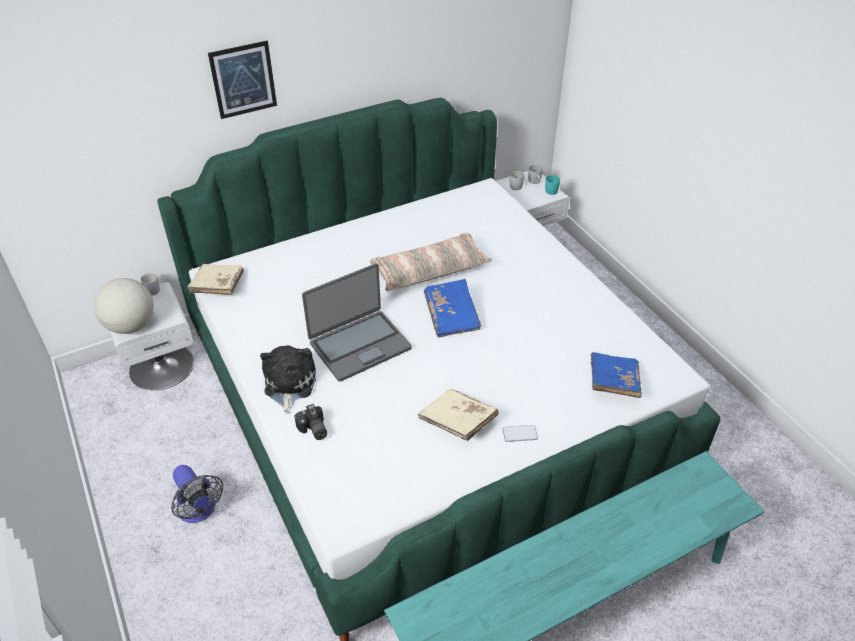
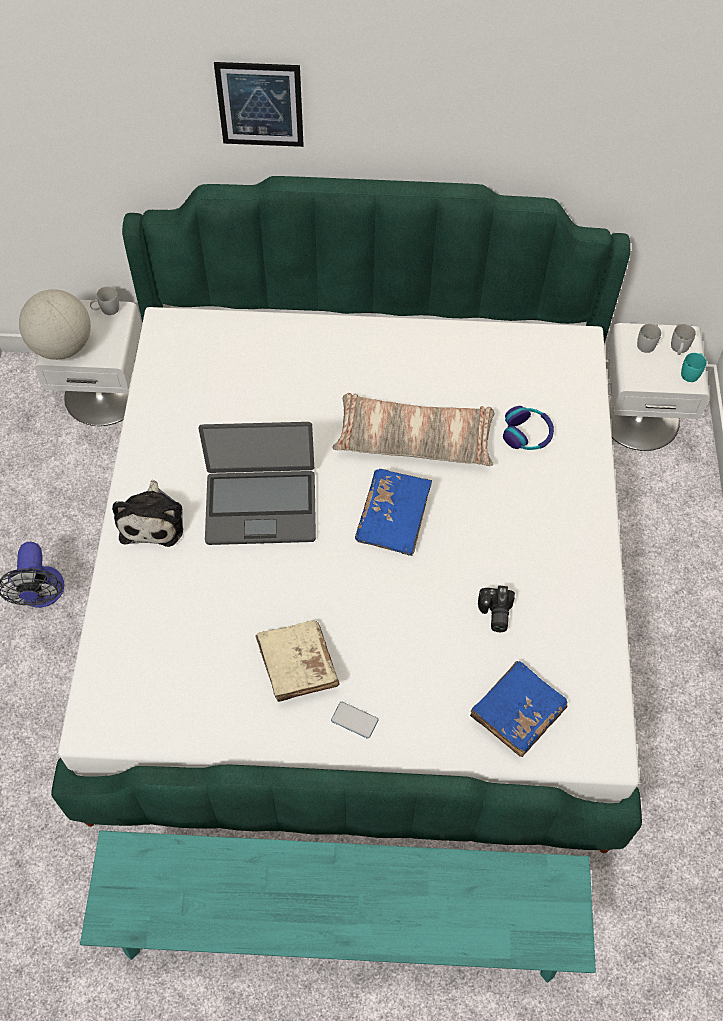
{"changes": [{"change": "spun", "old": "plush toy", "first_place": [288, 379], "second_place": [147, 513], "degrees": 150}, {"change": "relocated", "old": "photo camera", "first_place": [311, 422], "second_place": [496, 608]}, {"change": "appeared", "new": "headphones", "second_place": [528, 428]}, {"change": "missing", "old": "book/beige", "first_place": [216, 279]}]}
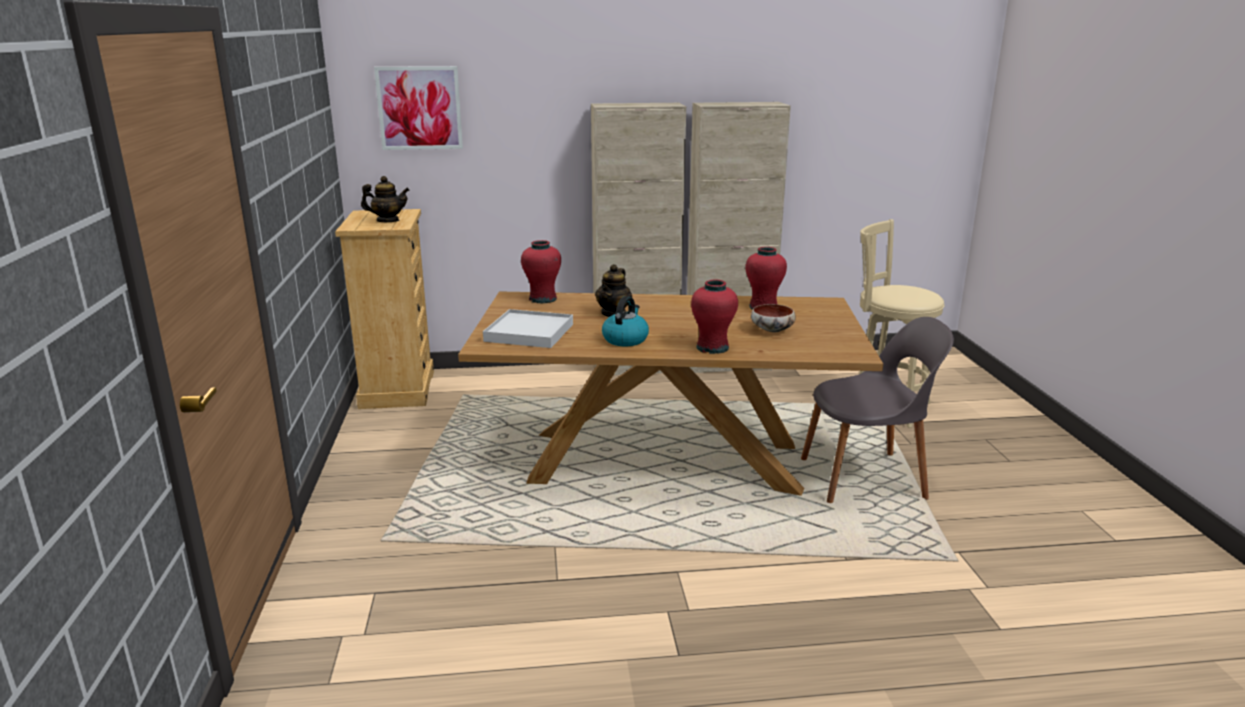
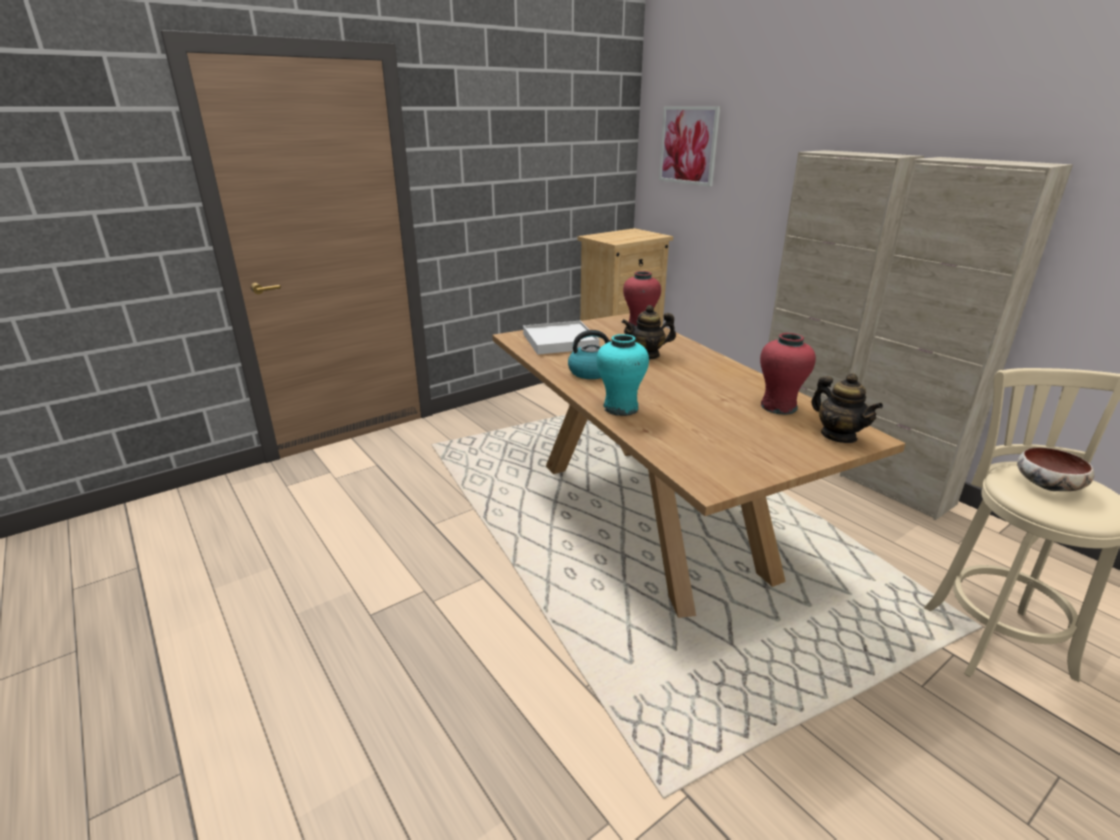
{"changes": [{"change": "colour", "old": "vase/red", "new": "vase/turquoise", "first_place": [714, 317], "second_place": [622, 375]}, {"change": "relocated", "old": "teapot", "first_place": [385, 199], "second_place": [847, 408]}, {"change": "relocated", "old": "bowl", "first_place": [773, 318], "second_place": [1055, 469]}, {"change": "missing", "old": "chair/grey", "first_place": [877, 410]}]}
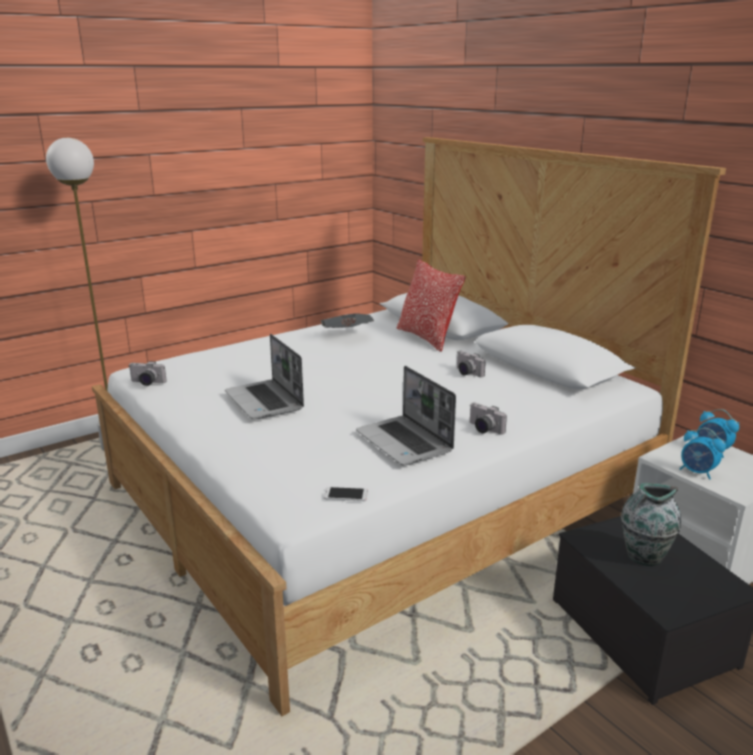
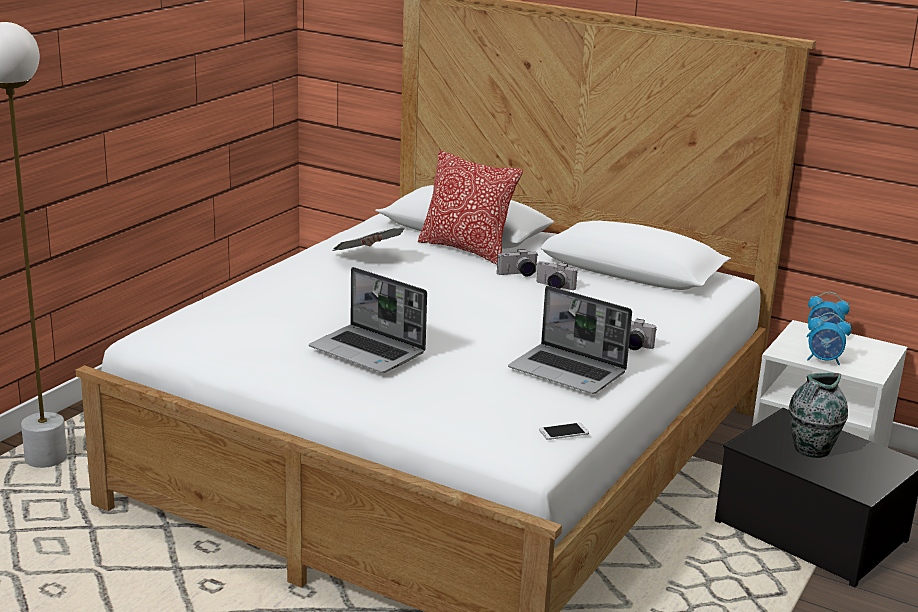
{"changes": [{"change": "relocated", "old": "photo camera", "first_place": [148, 373], "second_place": [517, 263]}]}
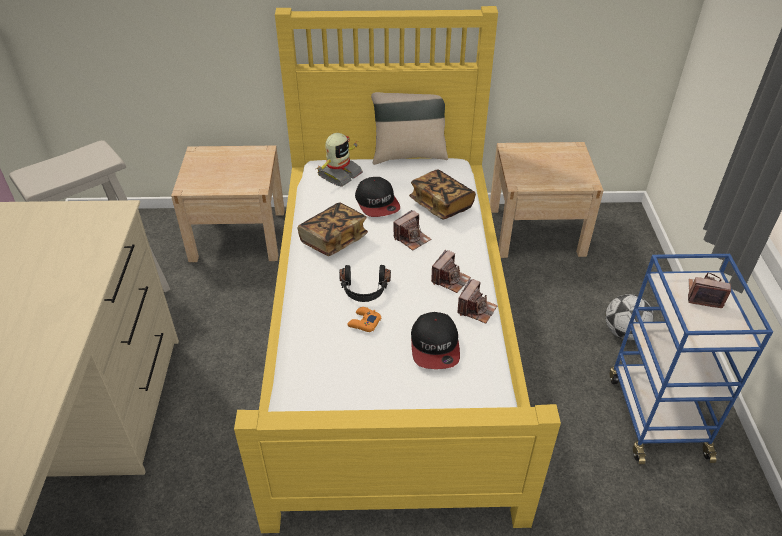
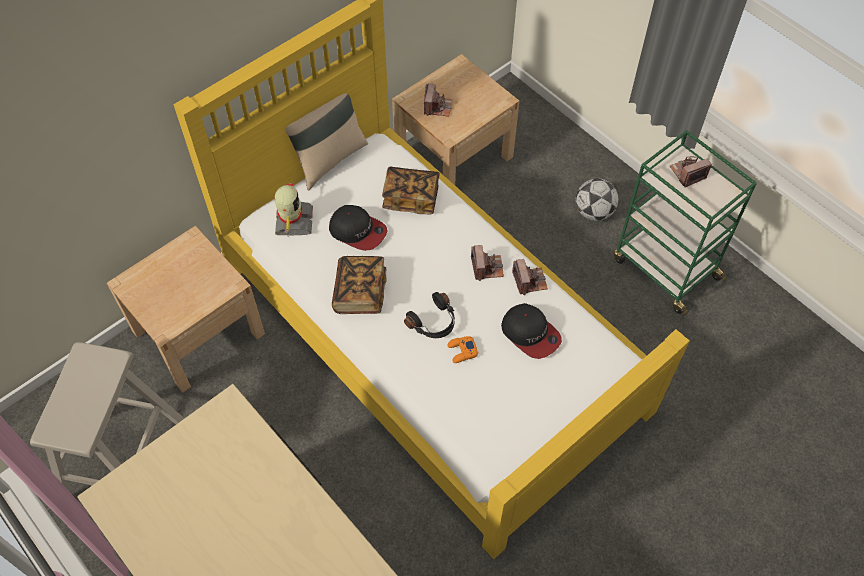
{"changes": [{"change": "relocated", "old": "photo camera", "first_place": [412, 230], "second_place": [438, 100]}, {"change": "colour", "old": "cart/blue", "new": "cart/green", "first_place": [691, 359], "second_place": [685, 223]}]}
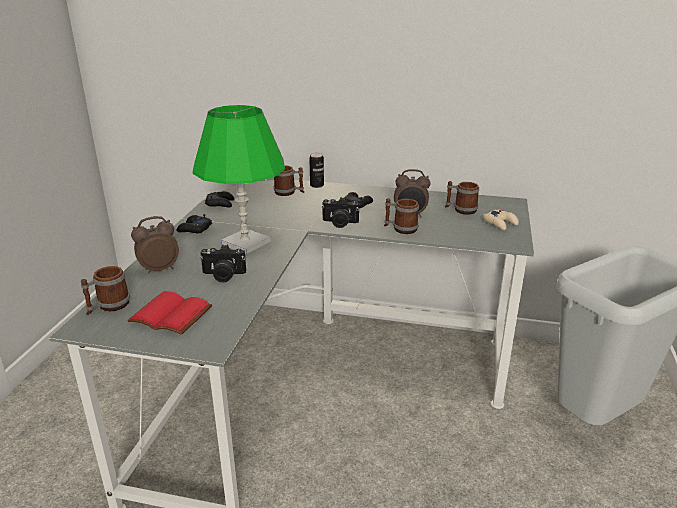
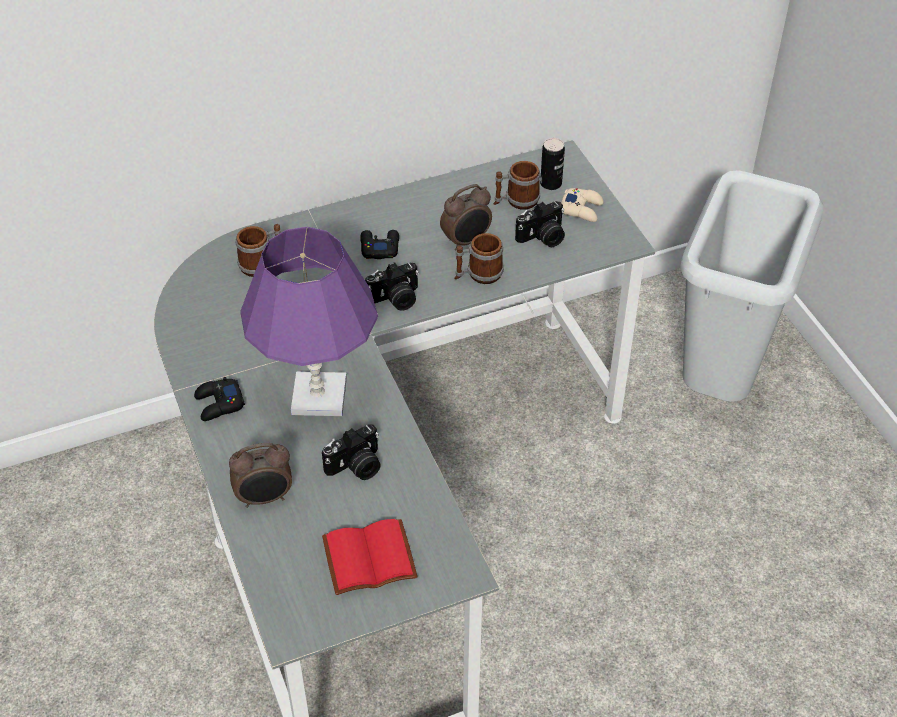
{"changes": [{"change": "spun", "old": "alarm clock", "first_place": [155, 245], "second_place": [260, 475], "degrees": -135}, {"change": "colour", "old": "table lamp/green", "new": "table lamp/purple", "first_place": [239, 179], "second_place": [309, 321]}, {"change": "appeared", "new": "photo camera", "second_place": [540, 224]}, {"change": "relocated", "old": "can", "first_place": [316, 170], "second_place": [552, 164]}, {"change": "missing", "old": "mug", "first_place": [105, 290]}, {"change": "missing", "old": "game controller/black", "first_place": [219, 199]}]}
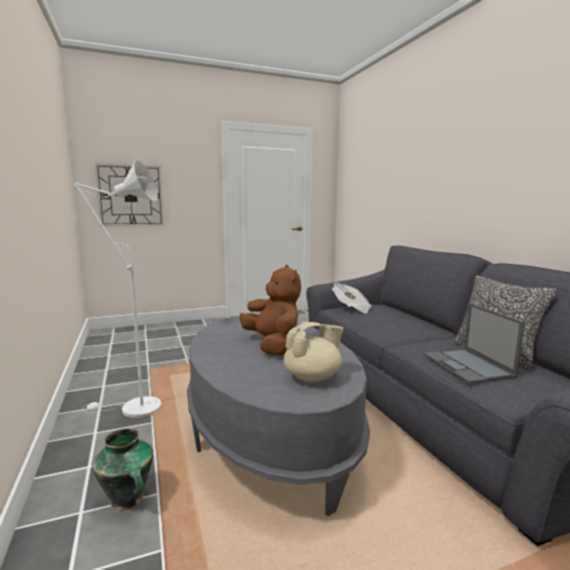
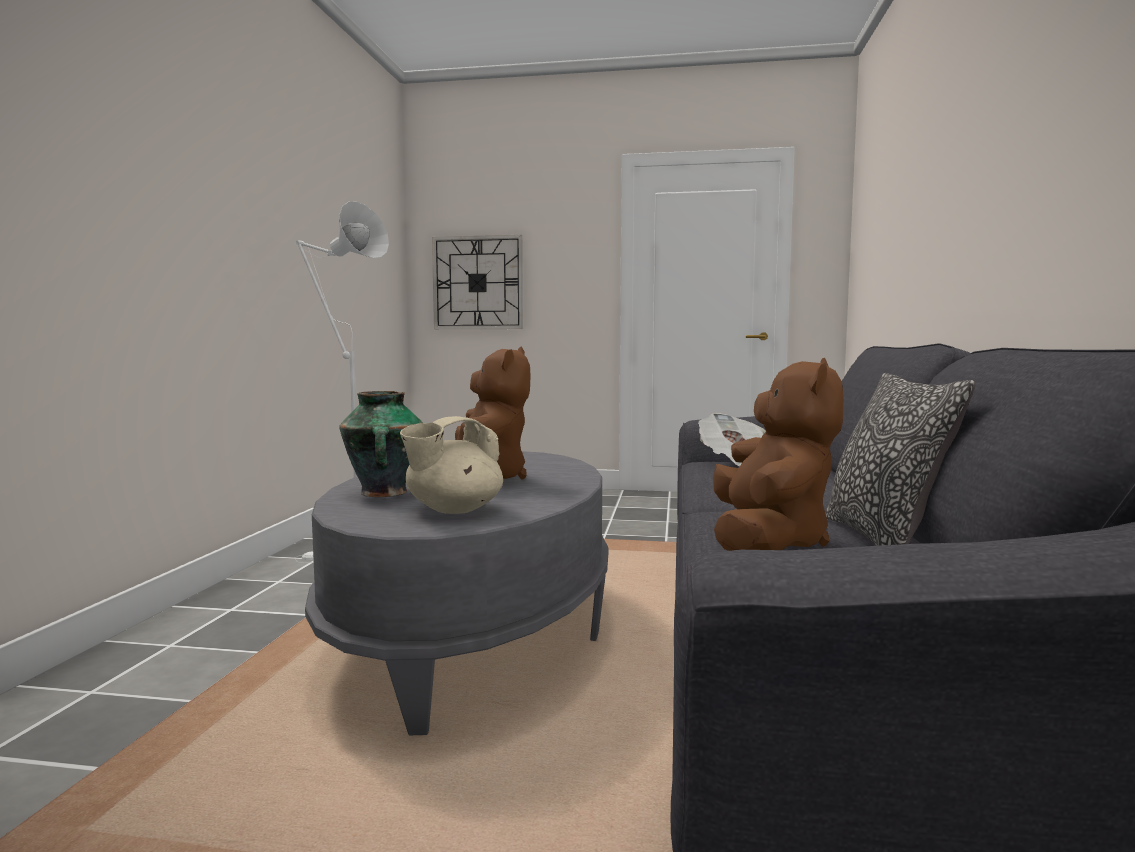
{"changes": [{"change": "relocated", "old": "vase", "first_place": [122, 469], "second_place": [381, 444]}, {"change": "spun", "old": "teapot/beige", "first_place": [313, 352], "second_place": [451, 465], "degrees": 135}, {"change": "exchanged", "old": "laptop", "new": "plush toy/brown", "first_place": [474, 343], "second_place": [778, 454]}]}
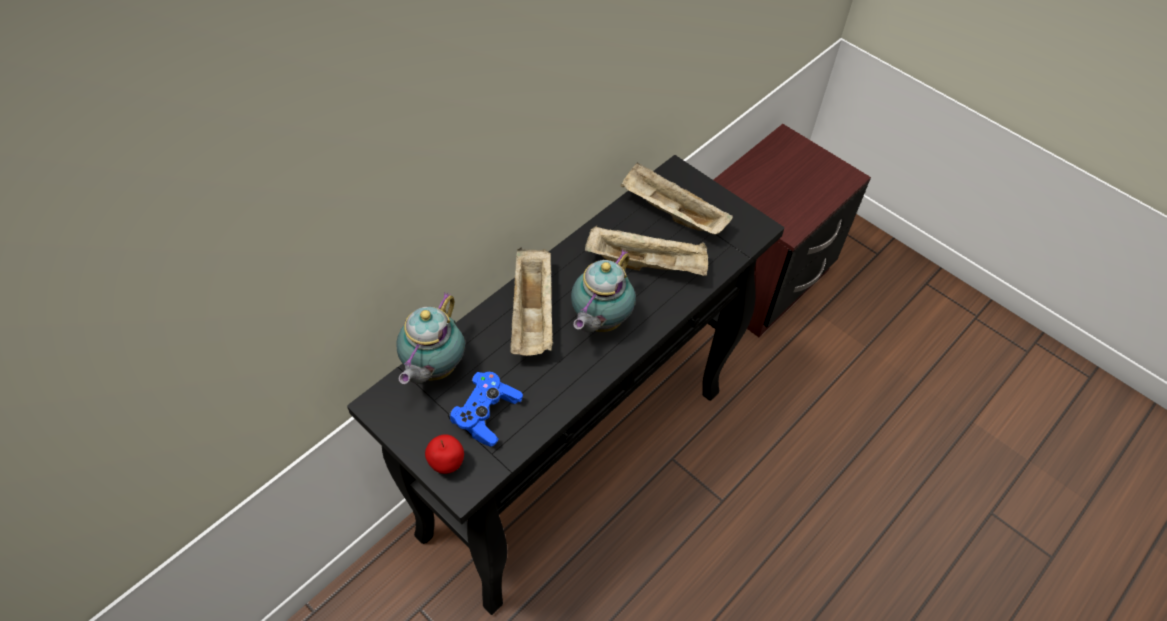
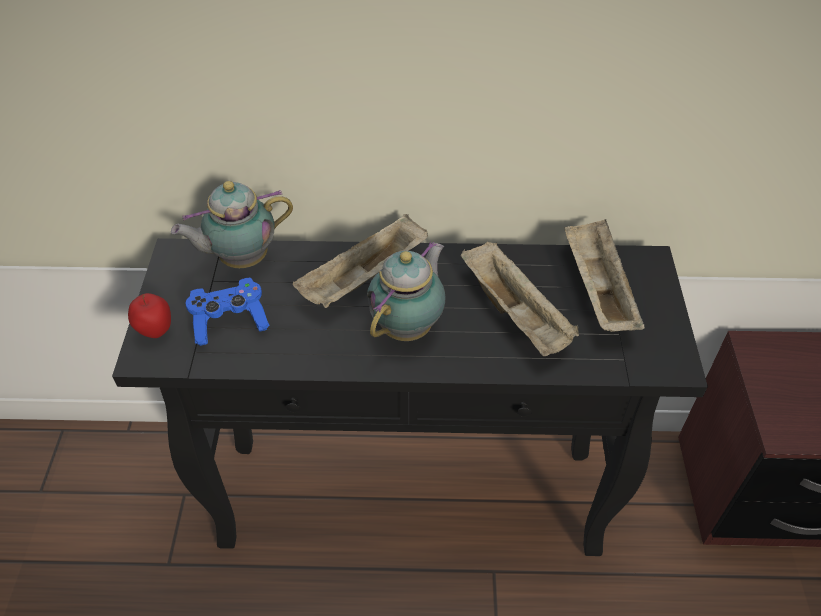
{"changes": [{"change": "spun", "old": "teapot", "first_place": [603, 290], "second_place": [406, 291], "degrees": 135}]}
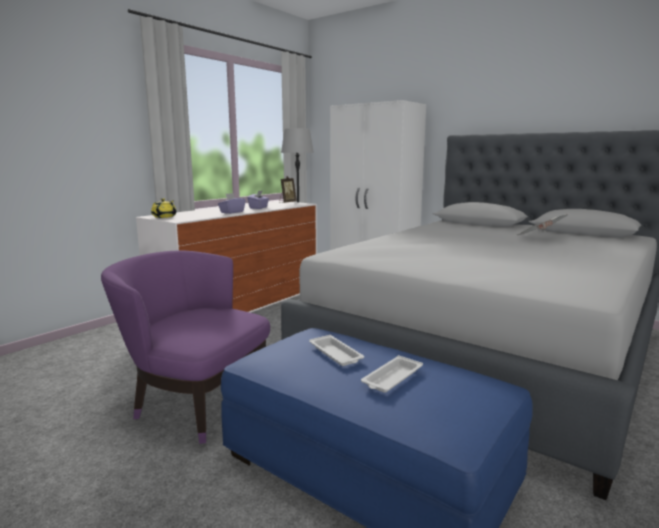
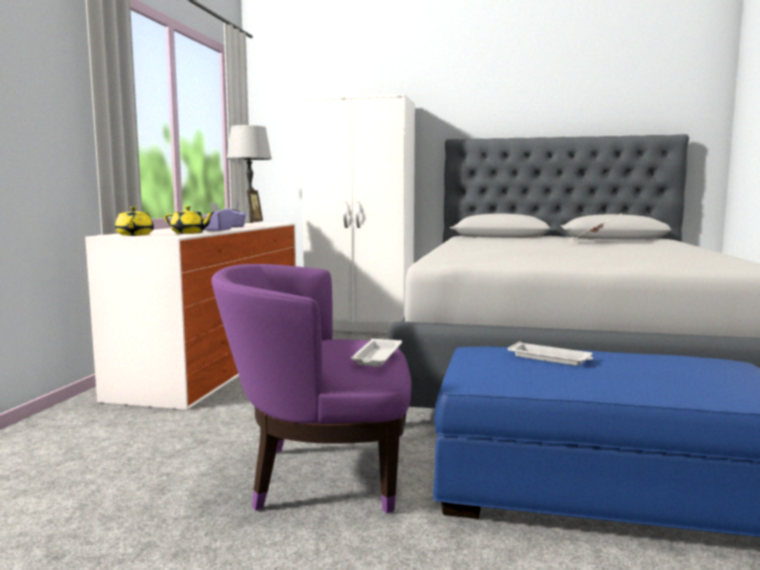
{"changes": [{"change": "appeared", "new": "teapot/yellow", "second_place": [189, 220]}, {"change": "relocated", "old": "tray/white", "first_place": [392, 374], "second_place": [376, 352]}]}
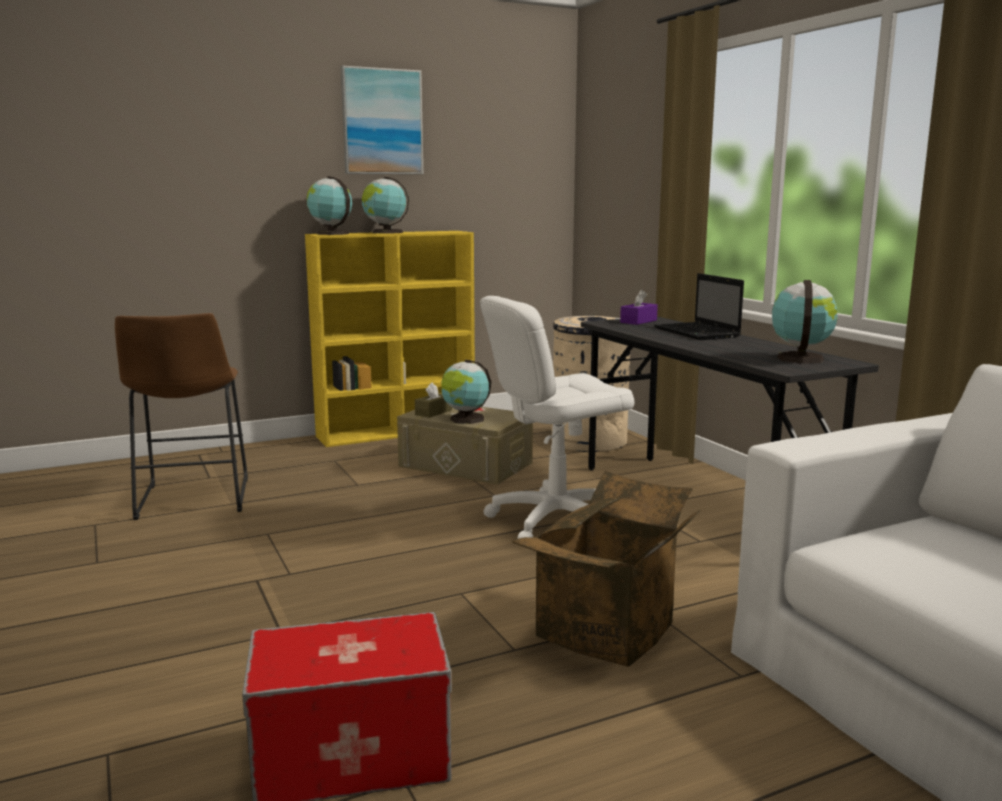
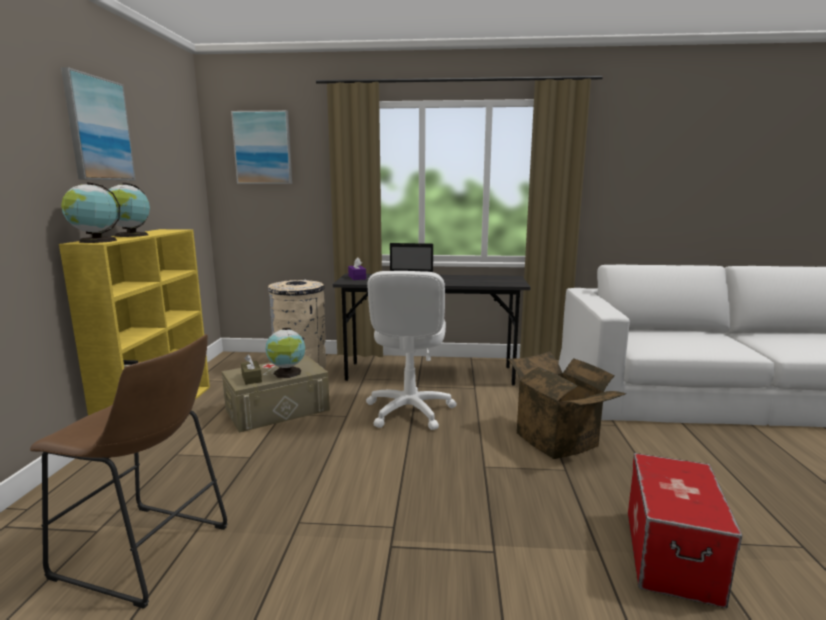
{"changes": [{"change": "appeared", "new": "picture", "second_place": [261, 147]}, {"change": "missing", "old": "globe", "first_place": [805, 322]}]}
